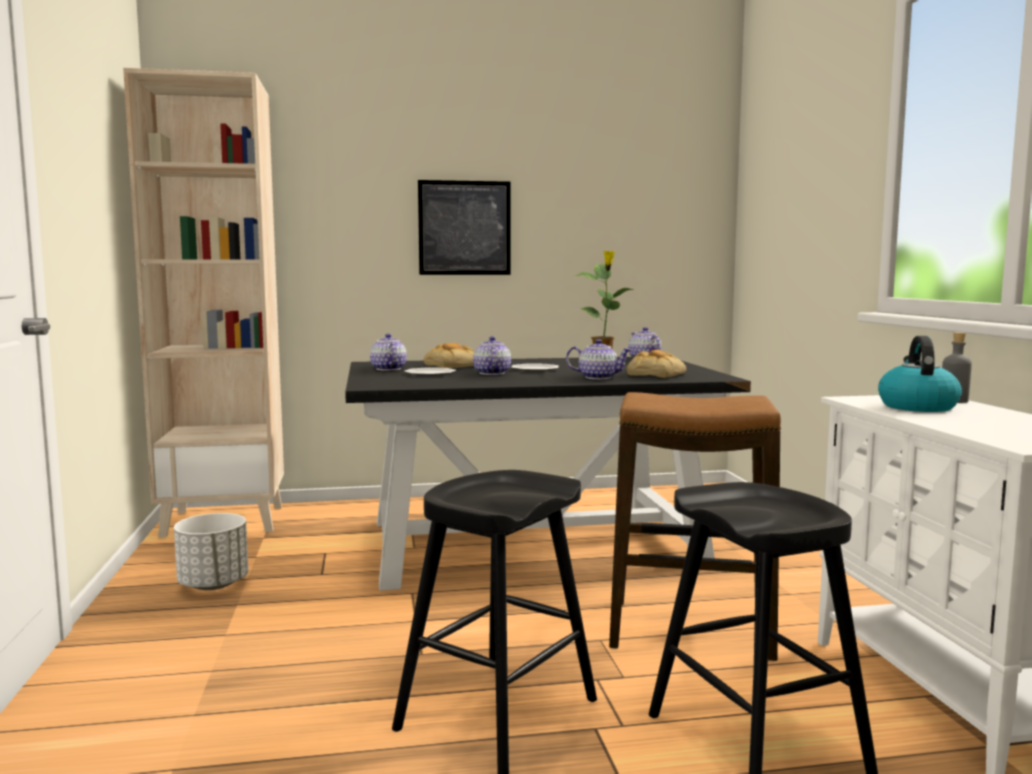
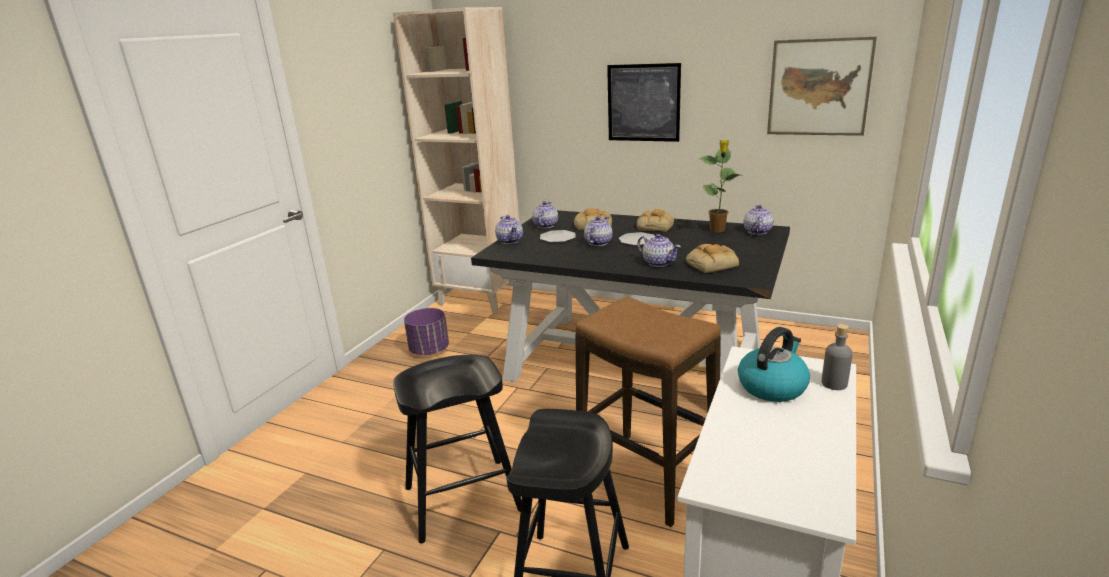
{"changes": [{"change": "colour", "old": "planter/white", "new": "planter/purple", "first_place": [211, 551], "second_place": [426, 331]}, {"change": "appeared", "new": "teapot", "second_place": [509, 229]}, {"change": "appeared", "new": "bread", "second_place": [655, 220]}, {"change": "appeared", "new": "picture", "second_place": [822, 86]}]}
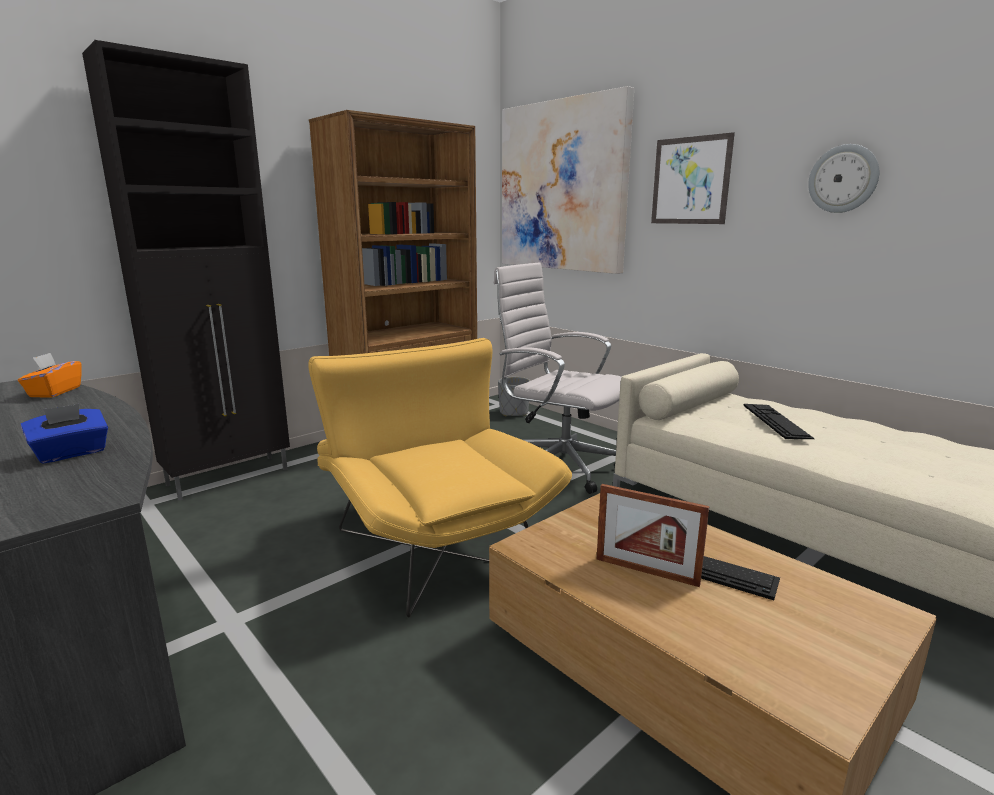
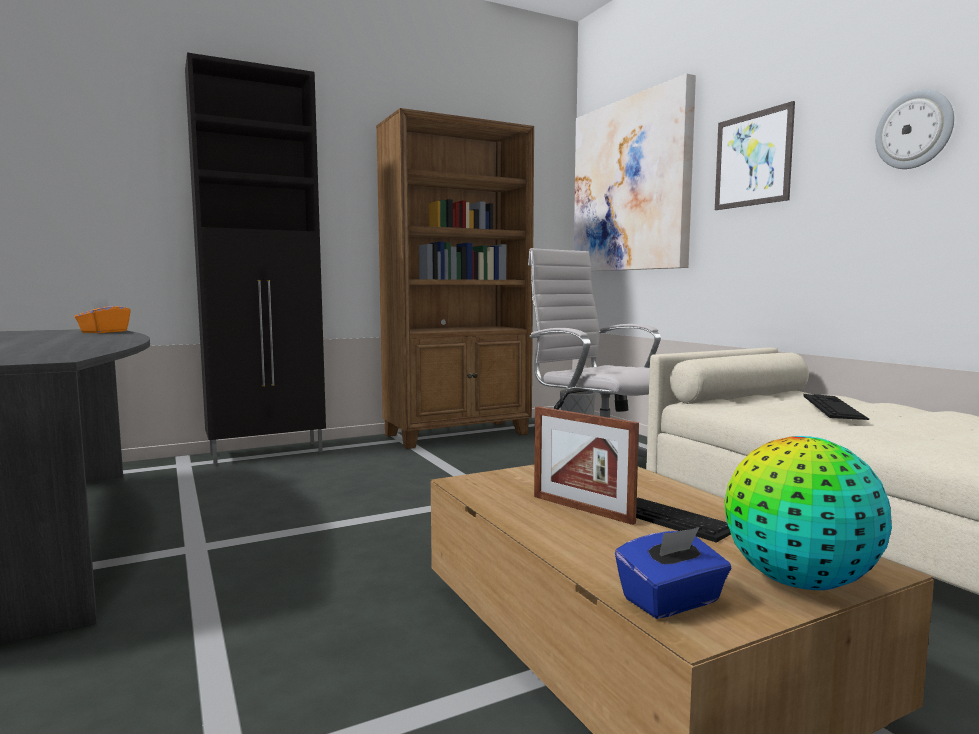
{"changes": [{"change": "relocated", "old": "tissue box/blue", "first_place": [64, 434], "second_place": [673, 573]}, {"change": "appeared", "new": "globe", "second_place": [808, 513]}, {"change": "missing", "old": "armchair/yellow", "first_place": [440, 478]}]}
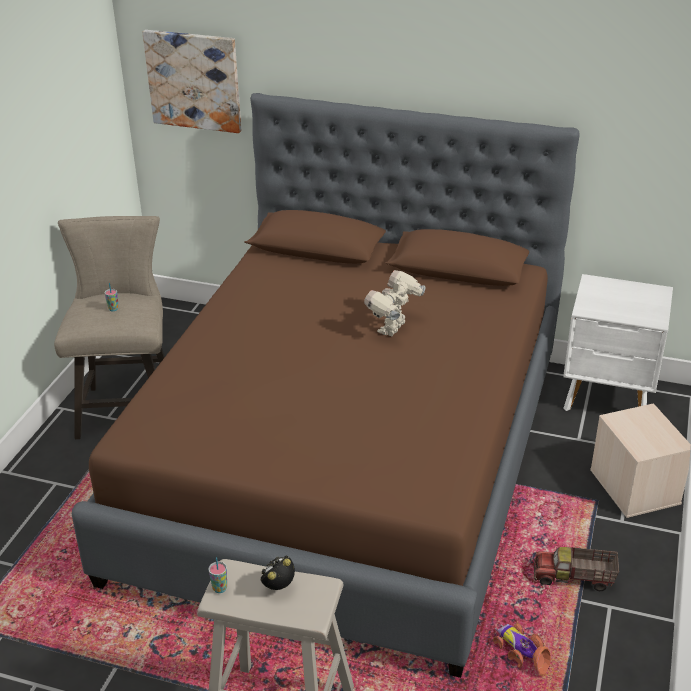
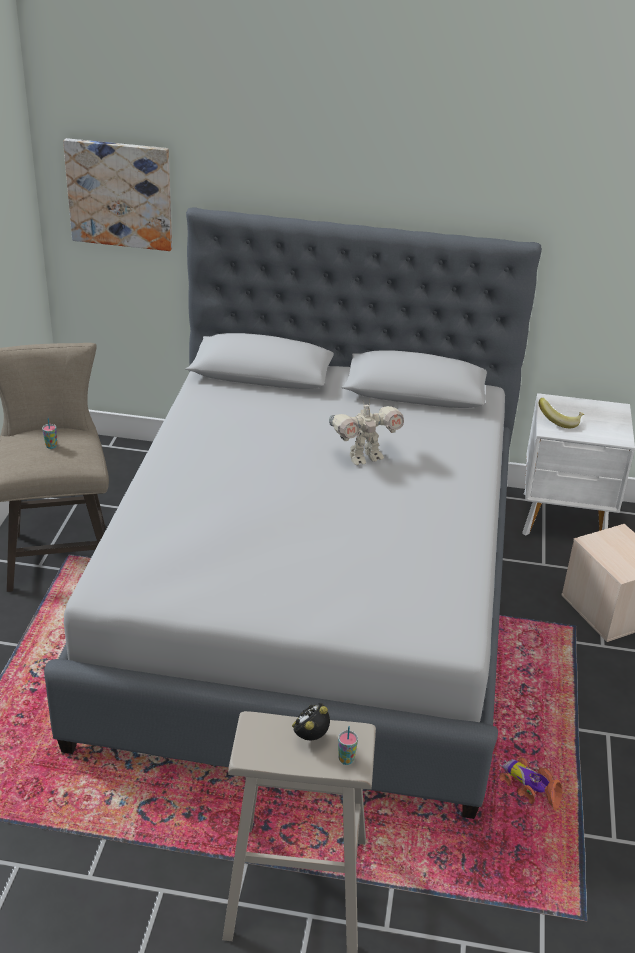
{"changes": [{"change": "colour", "old": "bed/brown", "new": "bed/grey", "first_place": [326, 385], "second_place": [293, 513]}, {"change": "spun", "old": "toy robot", "first_place": [394, 303], "second_place": [366, 433], "degrees": -135}, {"change": "relocated", "old": "cup", "first_place": [217, 575], "second_place": [348, 745]}, {"change": "appeared", "new": "banana", "second_place": [561, 413]}, {"change": "missing", "old": "toy truck", "first_place": [576, 569]}]}
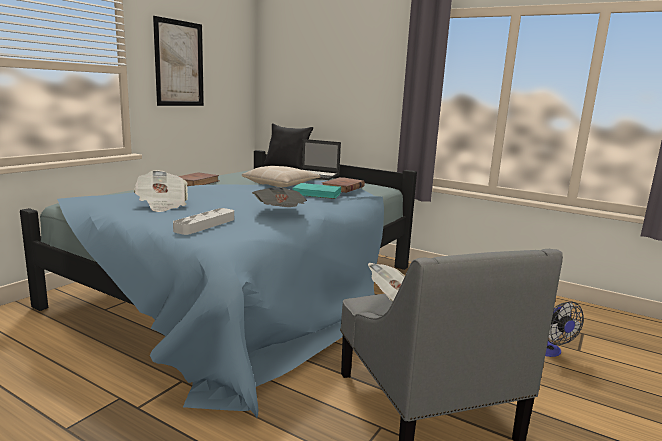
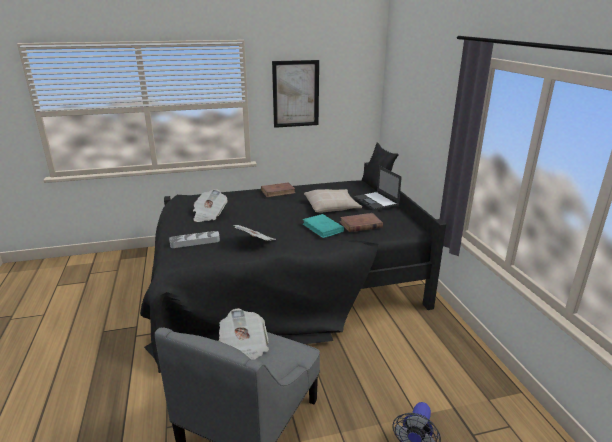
{"changes": [{"change": "colour", "old": "bed/blue", "new": "bed/black", "first_place": [218, 284], "second_place": [293, 267]}]}
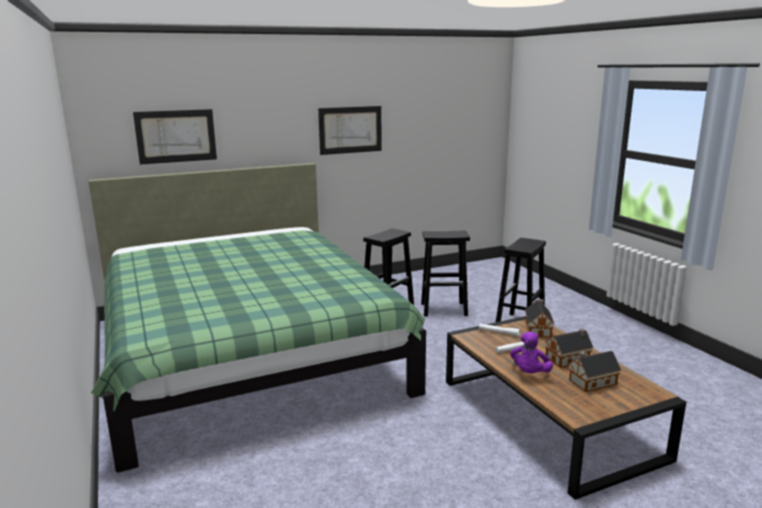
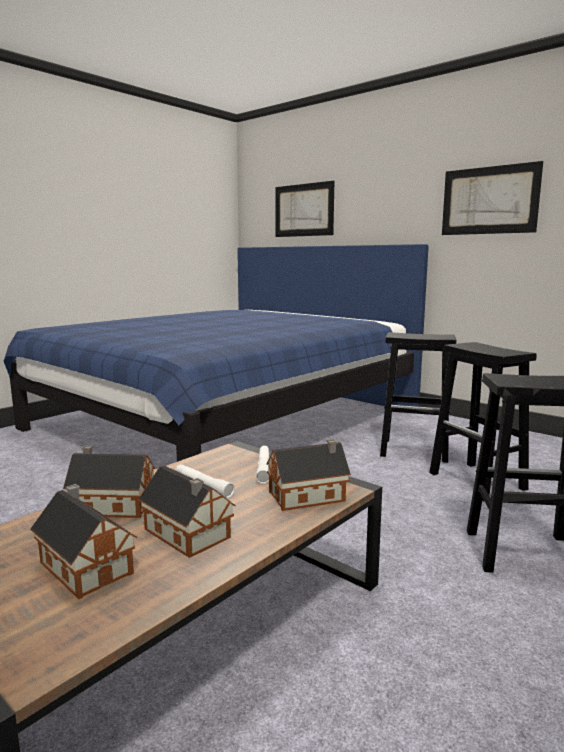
{"changes": [{"change": "colour", "old": "bed/green", "new": "bed/blue", "first_place": [257, 318], "second_place": [216, 353]}, {"change": "exchanged", "old": "plush toy/purple", "new": "toy house", "first_place": [531, 352], "second_place": [109, 481]}]}
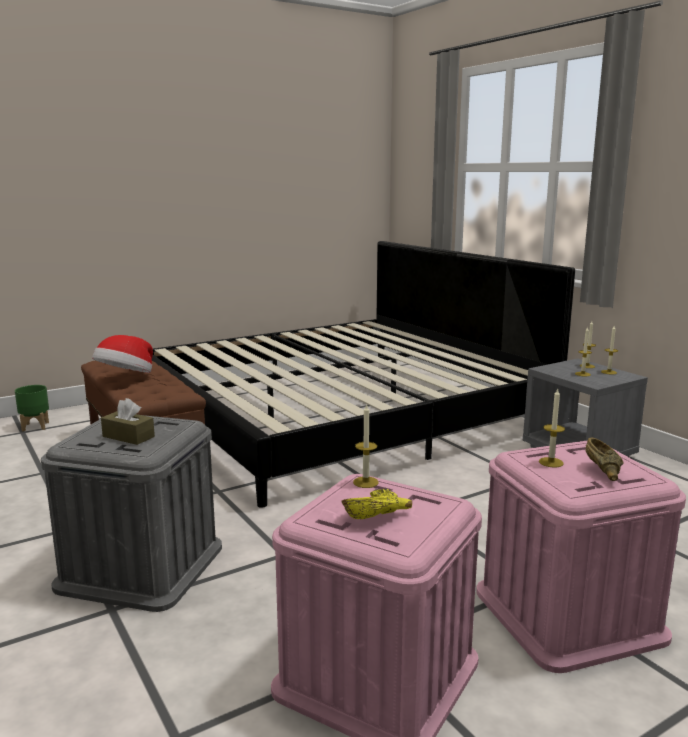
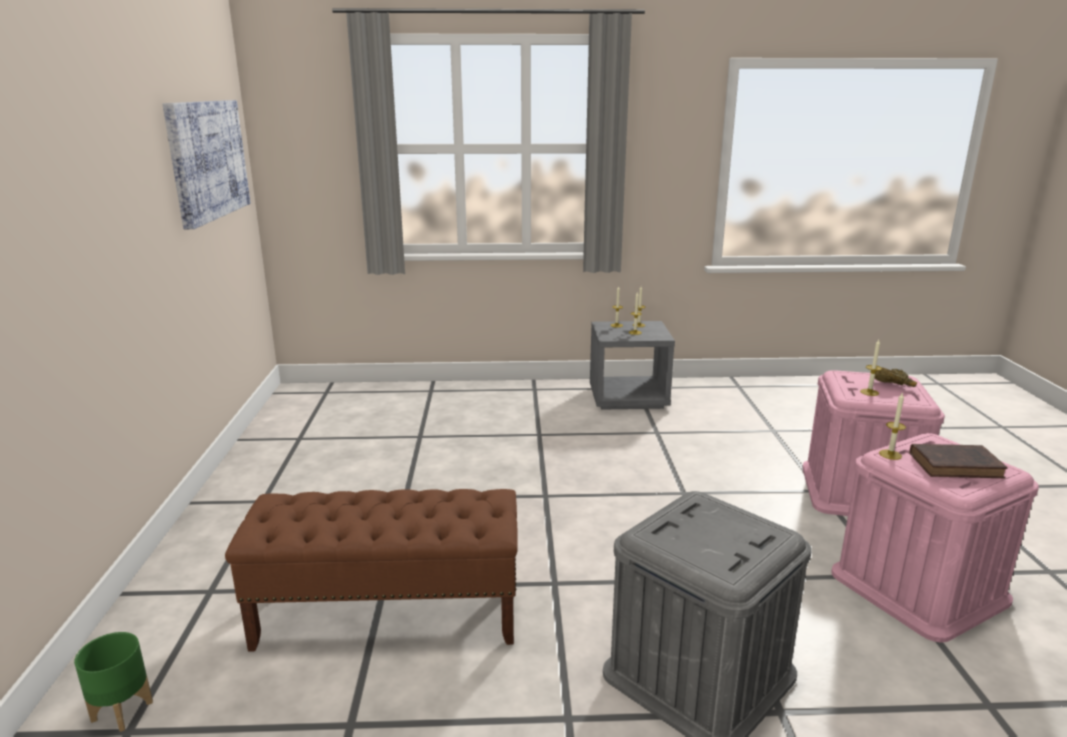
{"changes": [{"change": "appeared", "new": "picture", "second_place": [206, 164]}, {"change": "exchanged", "old": "bowl/yellow", "new": "book/brown", "first_place": [377, 503], "second_place": [959, 461]}, {"change": "missing", "old": "hat", "first_place": [122, 354]}, {"change": "missing", "old": "tissue box/brown", "first_place": [128, 421]}, {"change": "missing", "old": "bed", "first_place": [363, 374]}]}
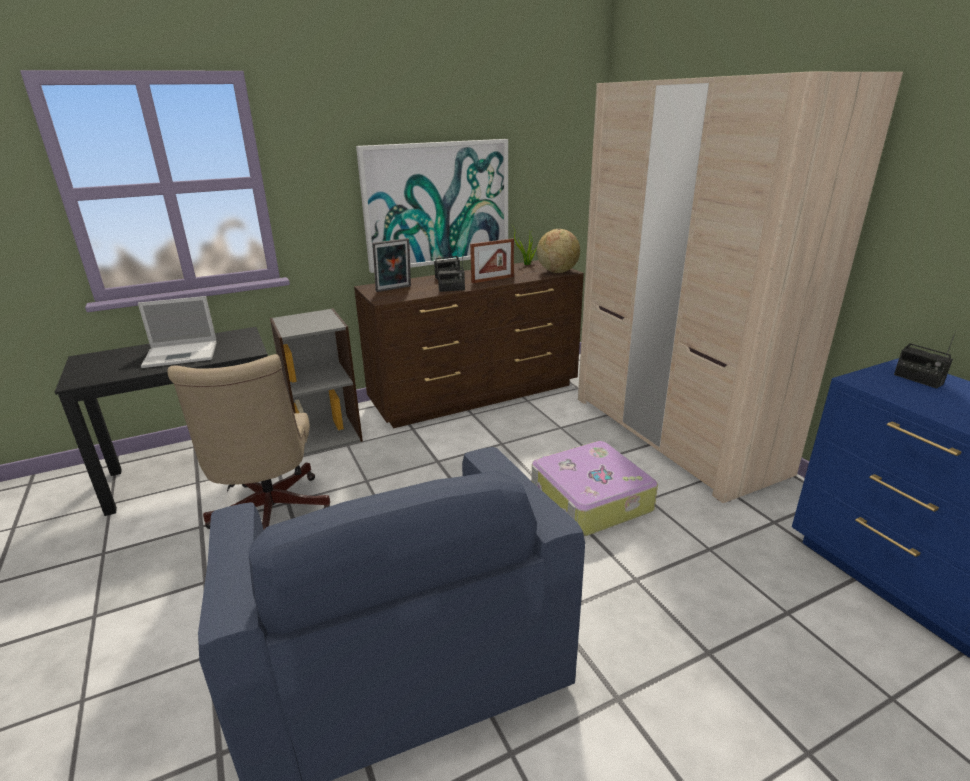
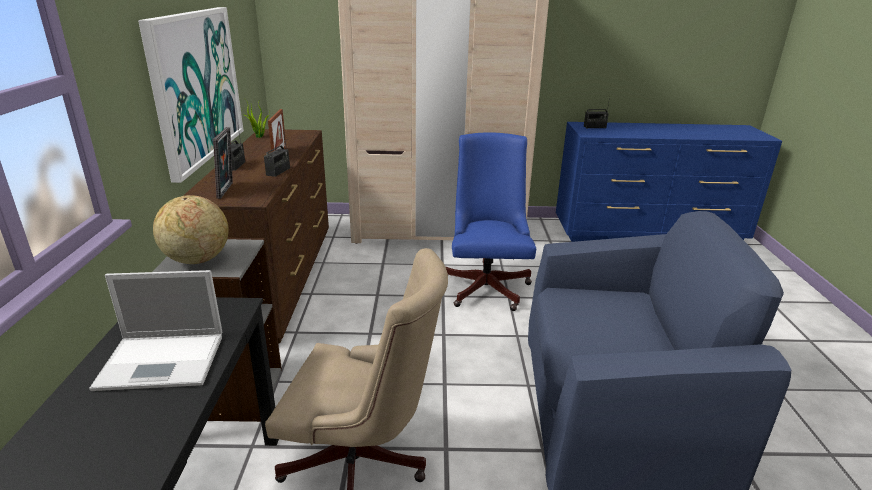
{"changes": [{"change": "spun", "old": "laptop", "first_place": [177, 332], "second_place": [155, 330], "degrees": 75}, {"change": "relocated", "old": "globe", "first_place": [558, 251], "second_place": [191, 229]}, {"change": "exchanged", "old": "suitcase", "new": "office chair/blue", "first_place": [594, 488], "second_place": [490, 221]}]}
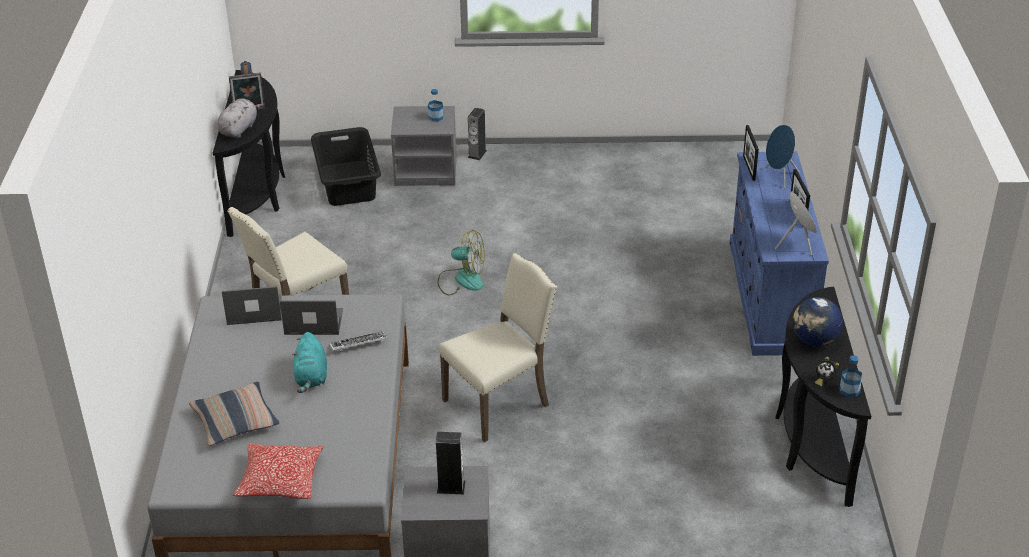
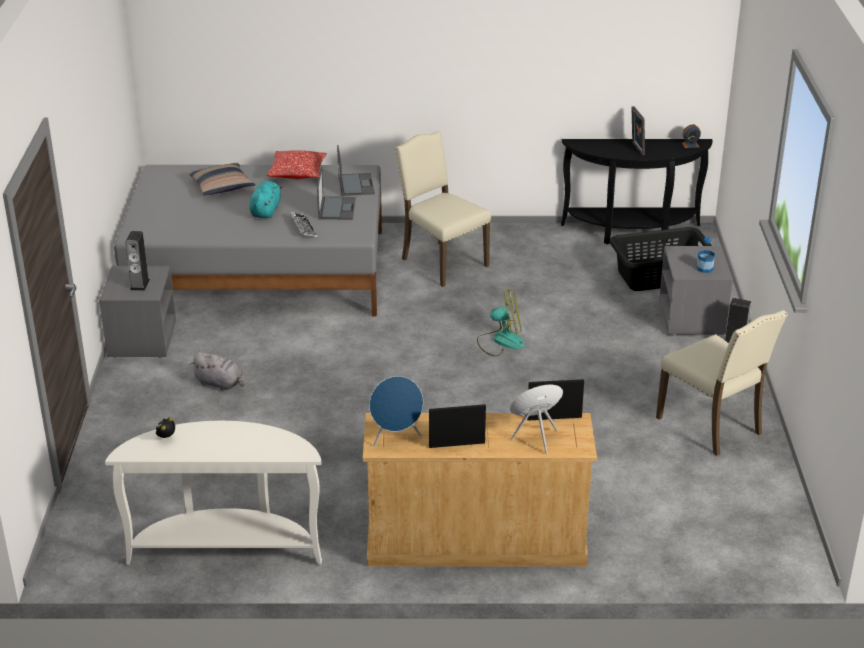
{"changes": [{"change": "colour", "old": "console table/black", "new": "console table/white", "first_place": [823, 397], "second_place": [213, 493]}, {"change": "relocated", "old": "plush toy/grey", "first_place": [240, 118], "second_place": [217, 371]}, {"change": "spun", "old": "plush toy/turquoise", "first_place": [309, 362], "second_place": [266, 199], "degrees": 105}, {"change": "relocated", "old": "pillow", "first_place": [278, 471], "second_place": [297, 164]}, {"change": "colour", "old": "dresser/blue", "new": "dresser/beige", "first_place": [779, 254], "second_place": [480, 490]}, {"change": "spun", "old": "fan", "first_place": [461, 262], "second_place": [501, 322], "degrees": -105}, {"change": "relocated", "old": "chair/beige", "first_place": [497, 347], "second_place": [722, 383]}, {"change": "missing", "old": "globe", "first_place": [817, 322]}, {"change": "missing", "old": "bottle", "first_place": [850, 376]}]}
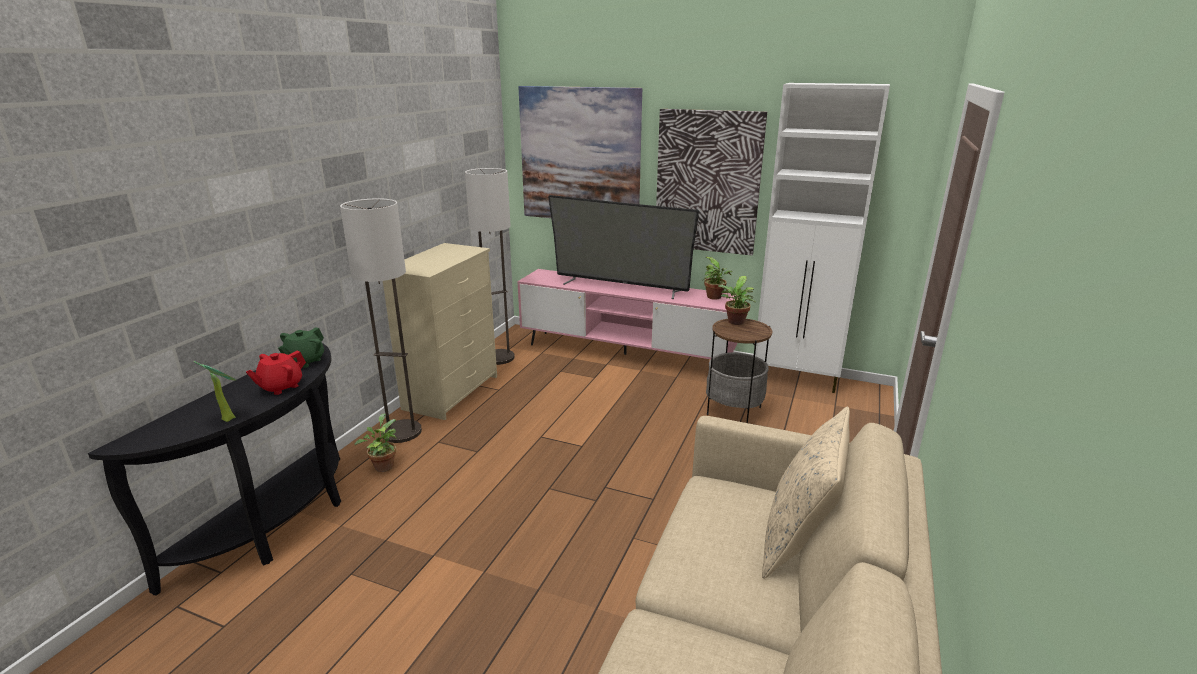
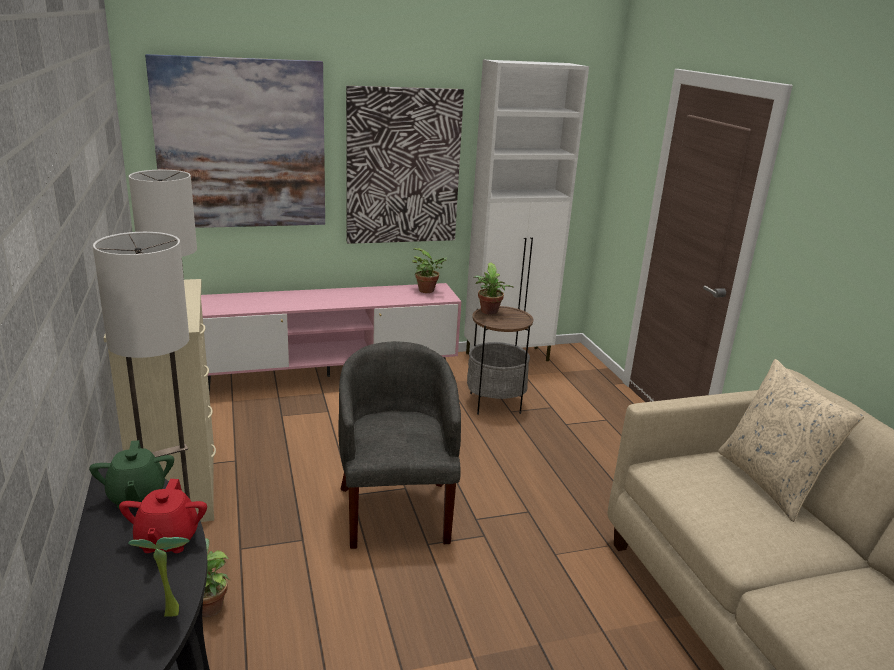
{"changes": [{"change": "appeared", "new": "armchair/grey", "second_place": [399, 445]}, {"change": "missing", "old": "television", "first_place": [623, 247]}]}
